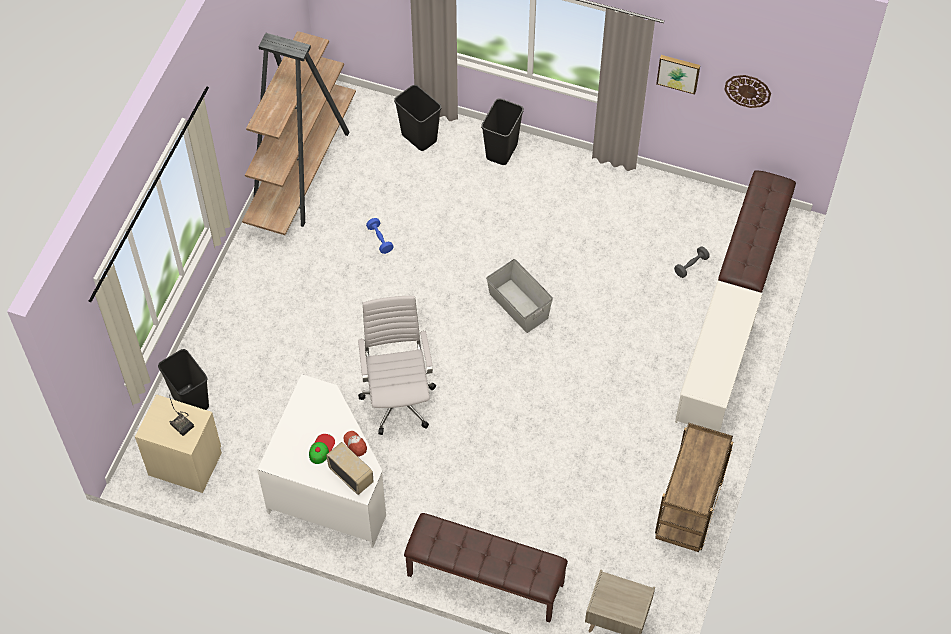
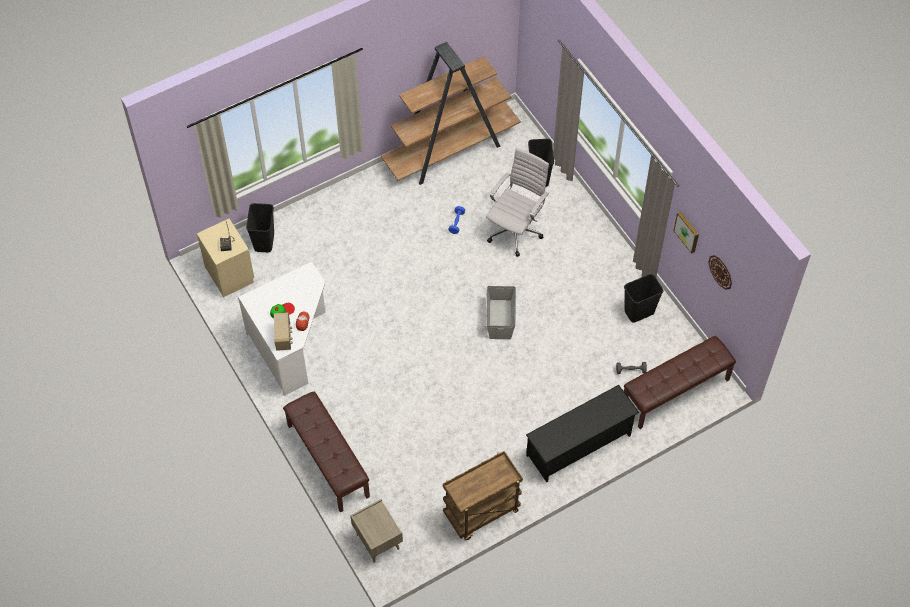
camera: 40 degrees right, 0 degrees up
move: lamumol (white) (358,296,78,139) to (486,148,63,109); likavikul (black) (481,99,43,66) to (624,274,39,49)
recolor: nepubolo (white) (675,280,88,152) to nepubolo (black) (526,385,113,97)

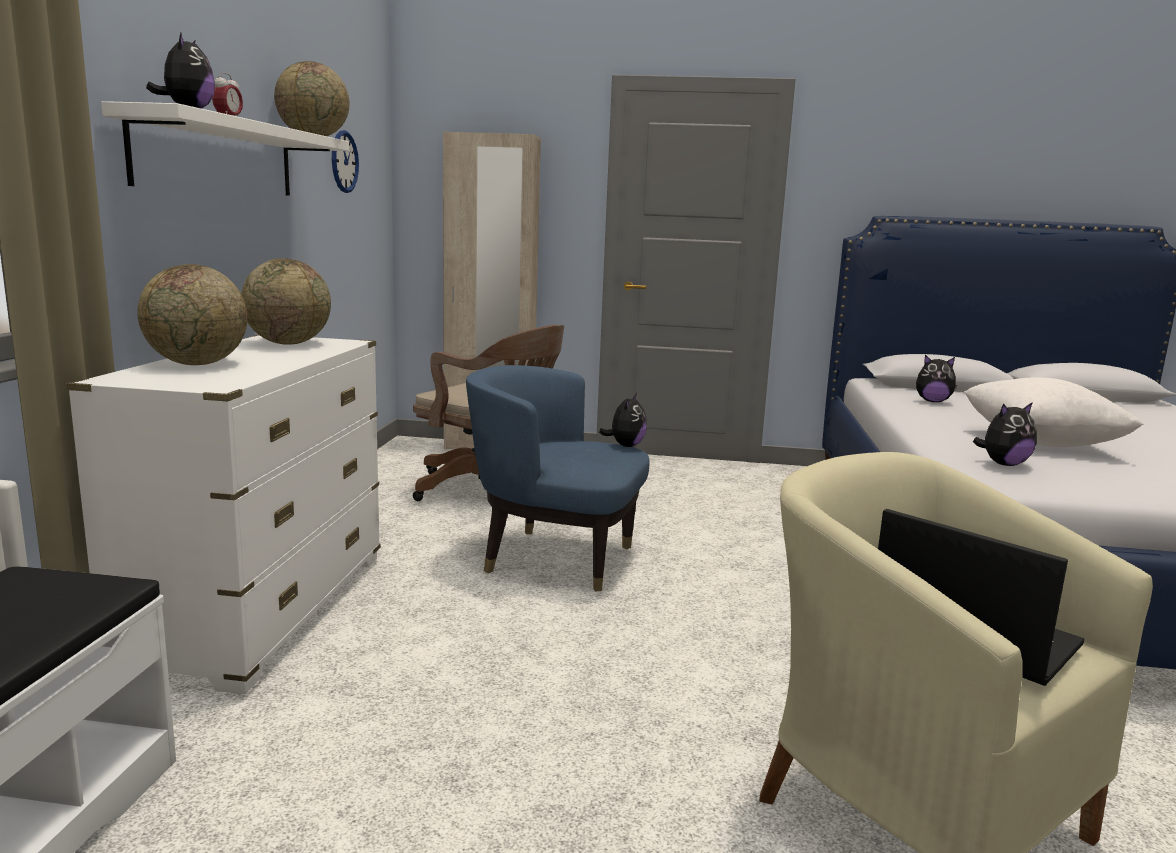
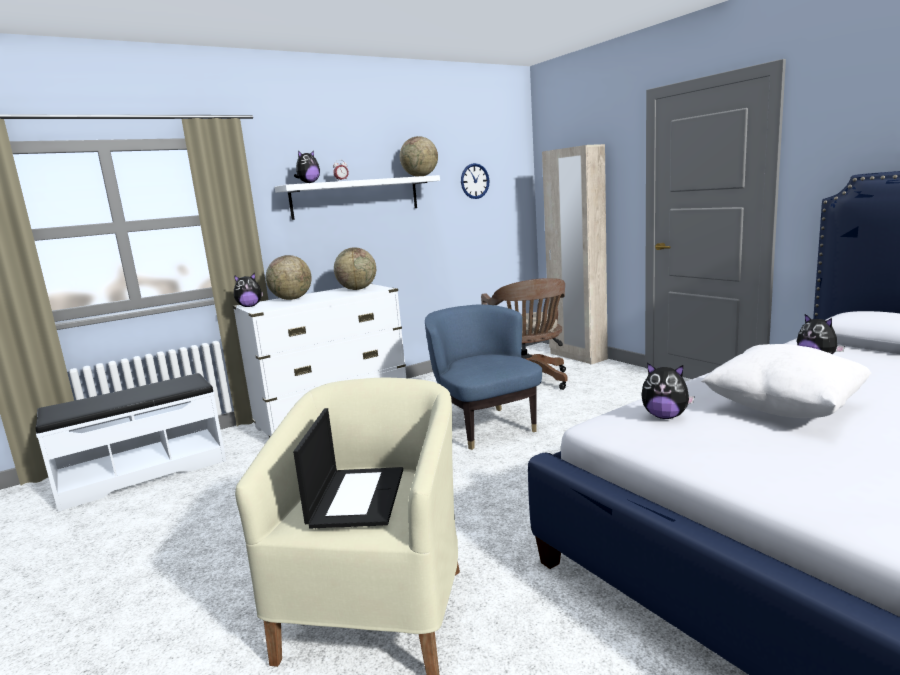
camera: 50 degrees right, 0 degrees up
move: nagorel (599,393,48,54) to (234,273,29,34)

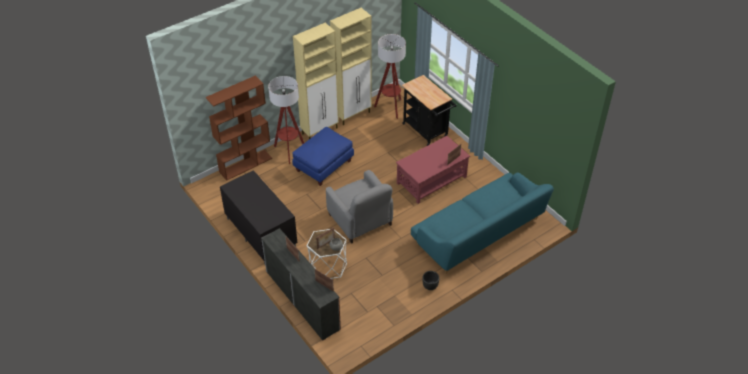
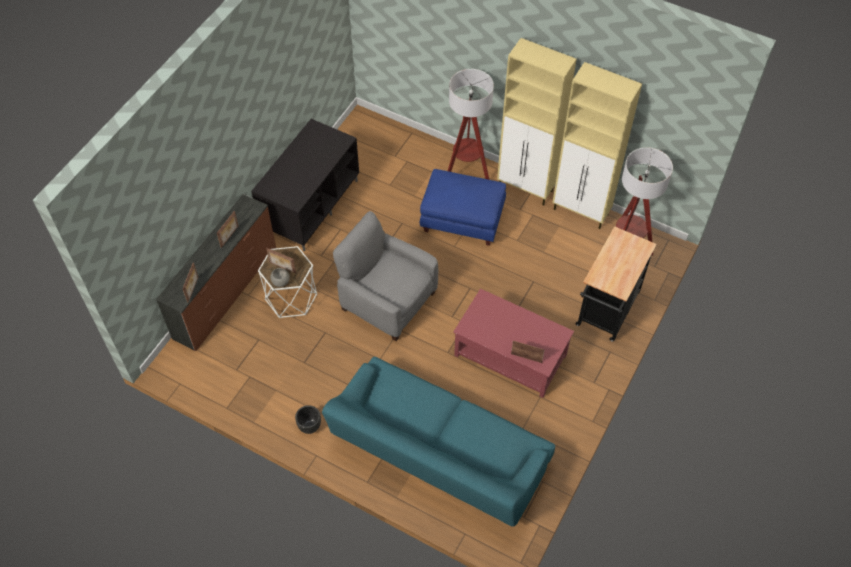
camera: 65 degrees right, 10 degrees up
delete: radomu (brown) (206,76,66,105)
rotate: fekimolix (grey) (326,170,67,74) = (333,211,105,130) 90 degrees clockwise

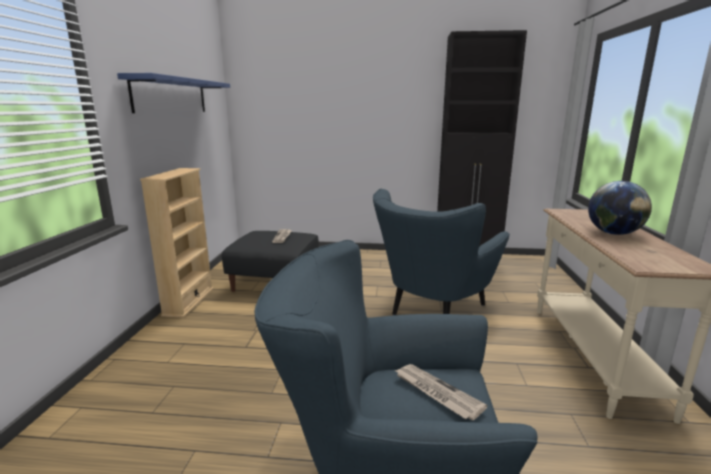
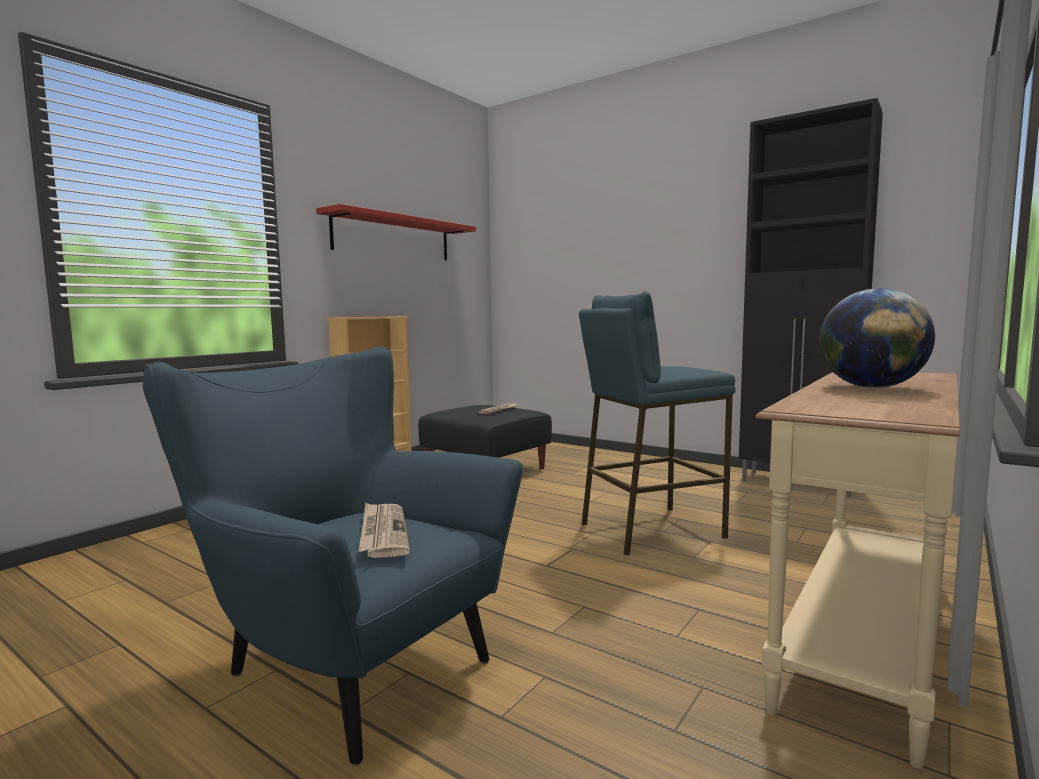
camera: 30 degrees right, 10 degrees down
replace: fekimolix (blue) (373,189,137,126) to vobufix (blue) (579,292,157,263)
recolor: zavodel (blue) (117,73,113,40) to zavodel (red) (316,204,160,56)

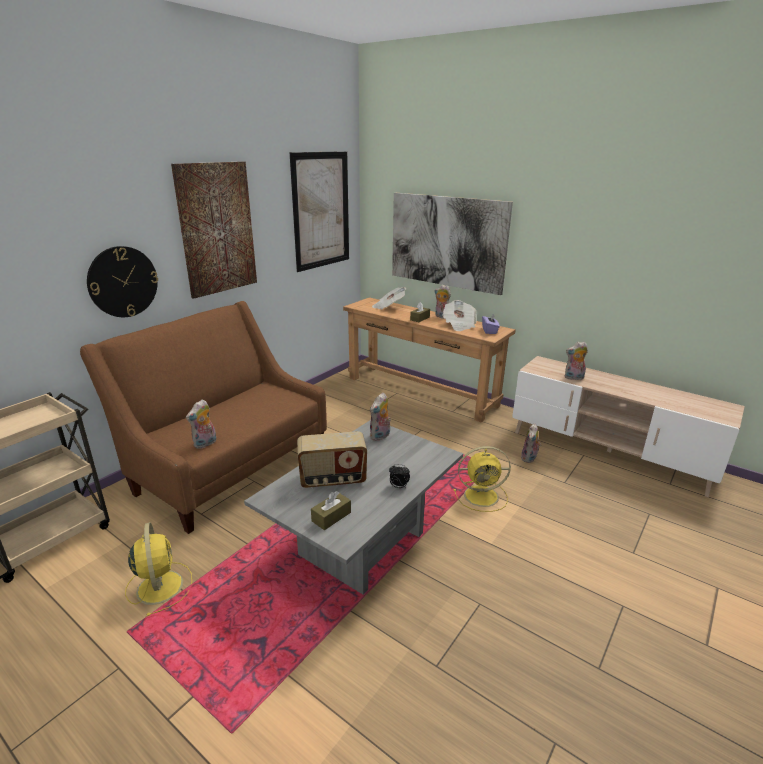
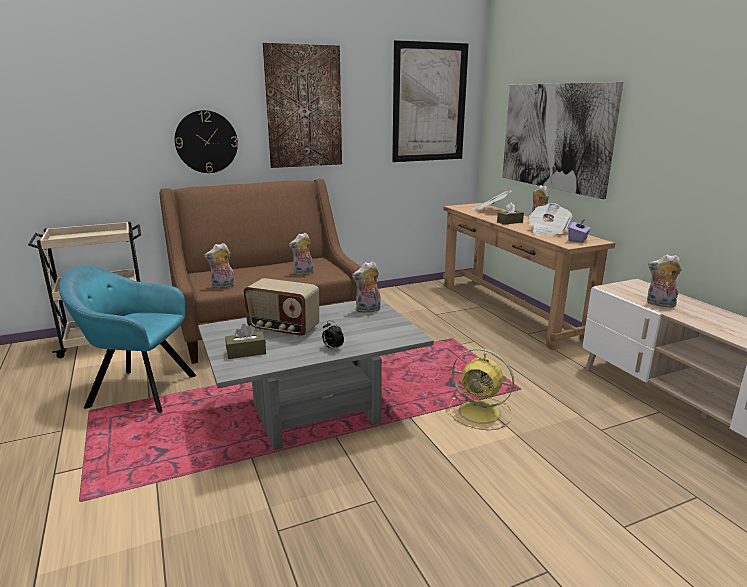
camera: 30 degrees right, 5 degrees down
move: nagorel (521,423,20,40) to (289,233,24,42)
replace: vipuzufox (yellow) (125,522,67,94) to fekimolix (turquoise) (59,266,137,147)

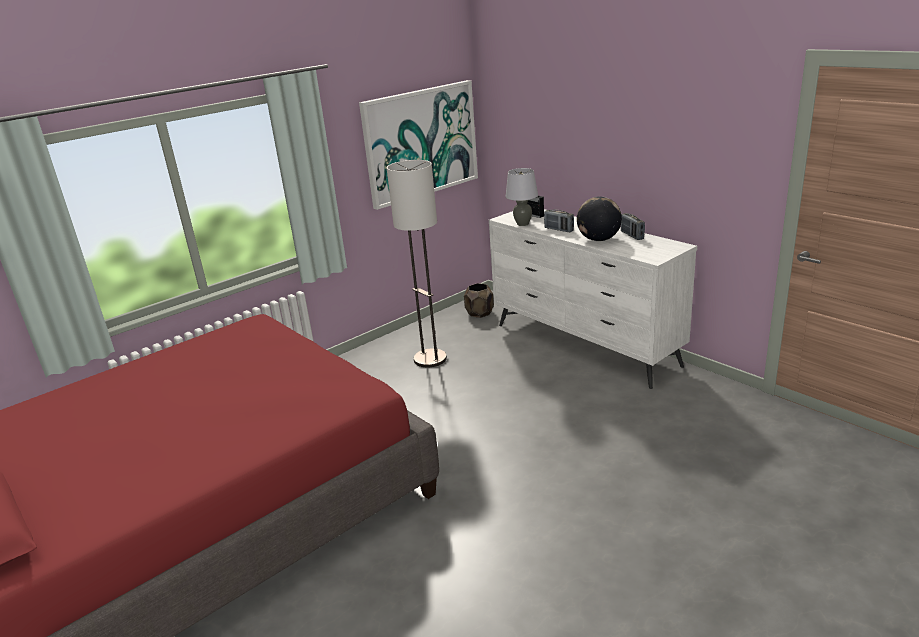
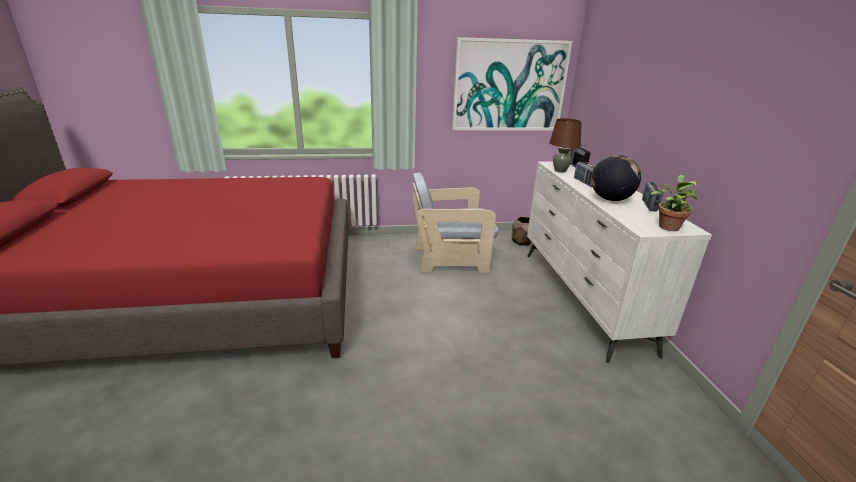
camera: 30 degrees right, 0 degrees up
insert: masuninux (651,175,46,56)
replace: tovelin (387,160,60,207) to fekimolix (beige) (412,172,87,101)
recolor: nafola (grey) (506,168,32,58) to nafola (brown) (549,118,33,55)

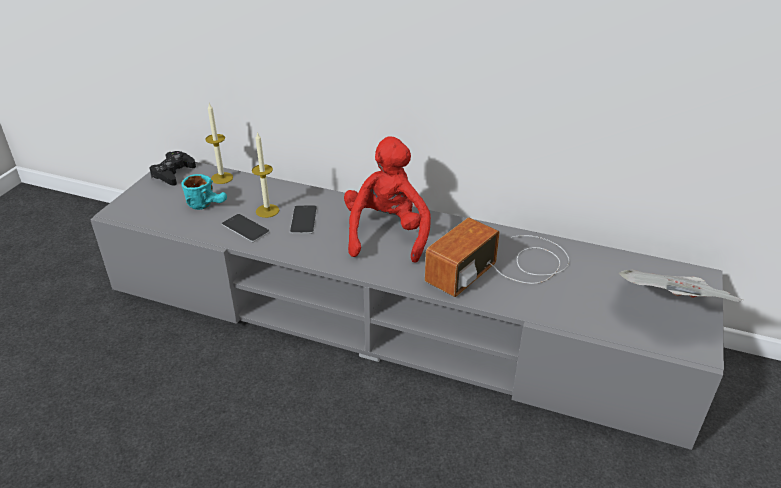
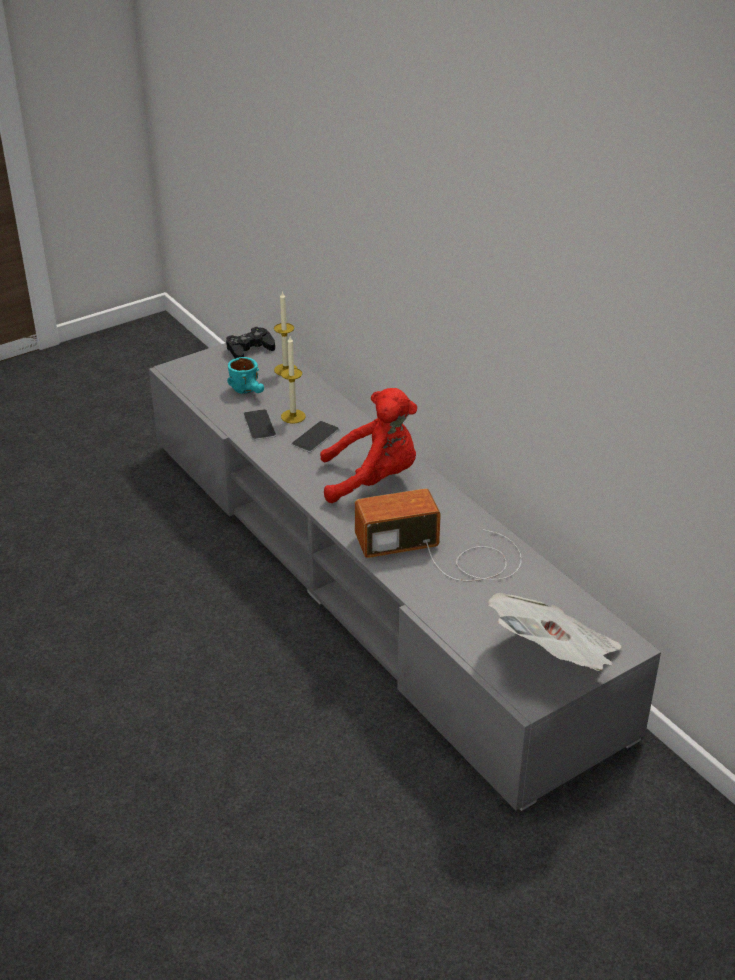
camera: 35 degrees right, 0 degrees up
rotate: nagorel (red) (344,136,87,127) = (320,388,97,115) 45 degrees clockwise

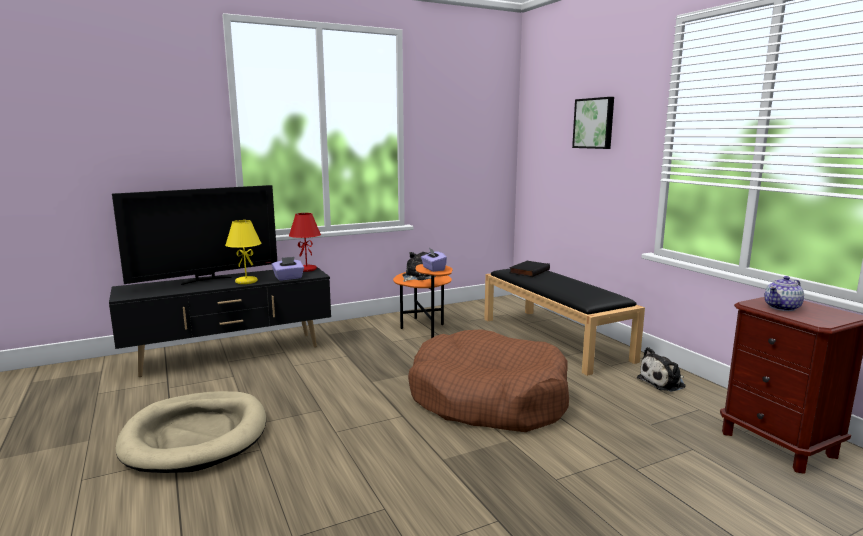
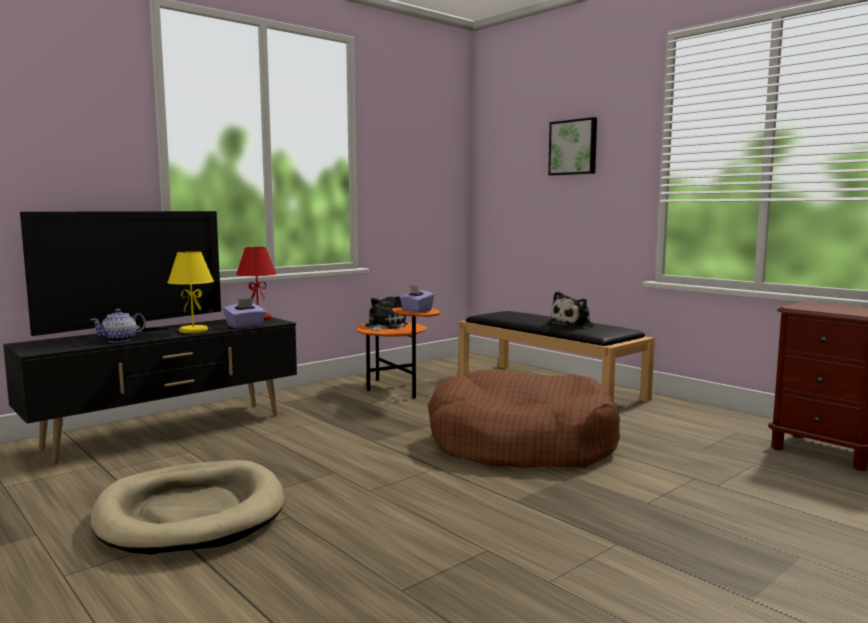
camera: 15 degrees left, 5 degrees down
delete: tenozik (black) (509,261,41,16)
move: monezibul (764,276,40,35) to (90,309,56,33); nagorel (637,347,48,45) to (549,291,45,36)

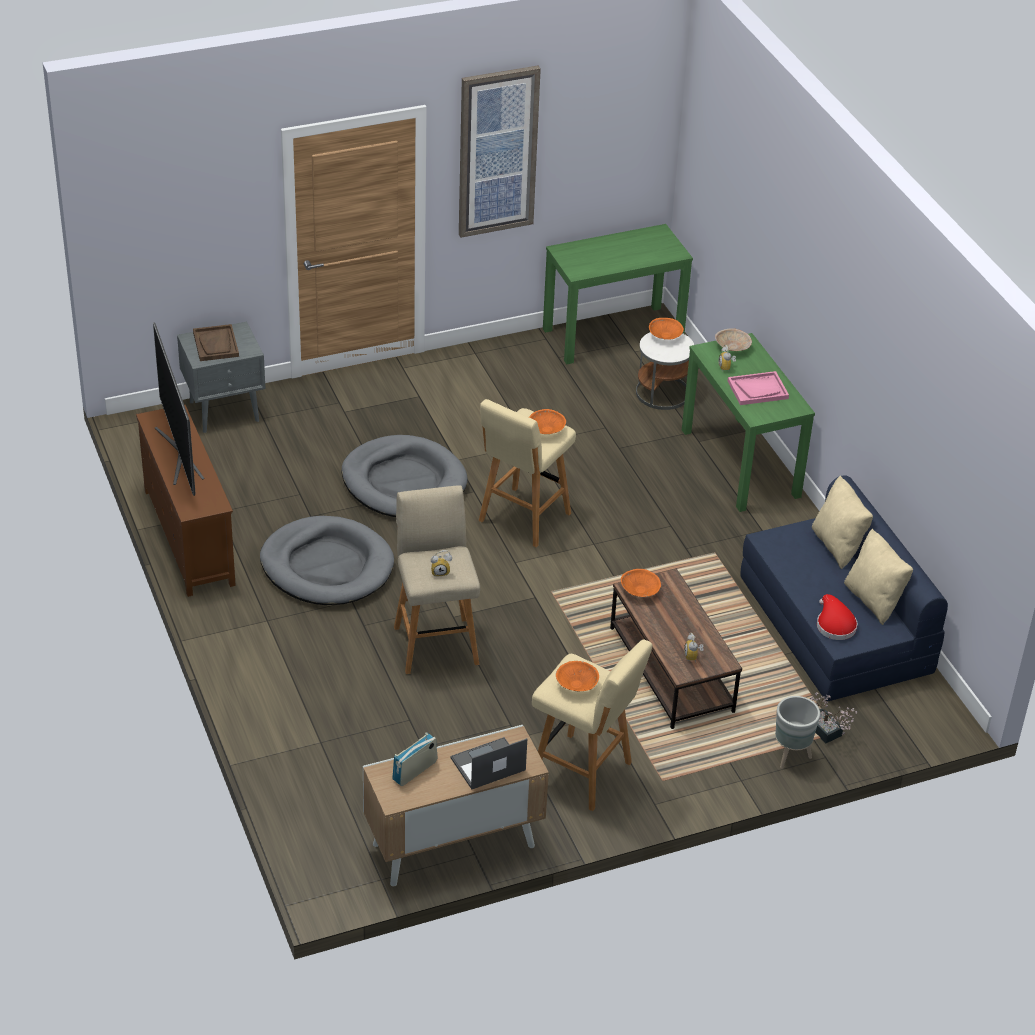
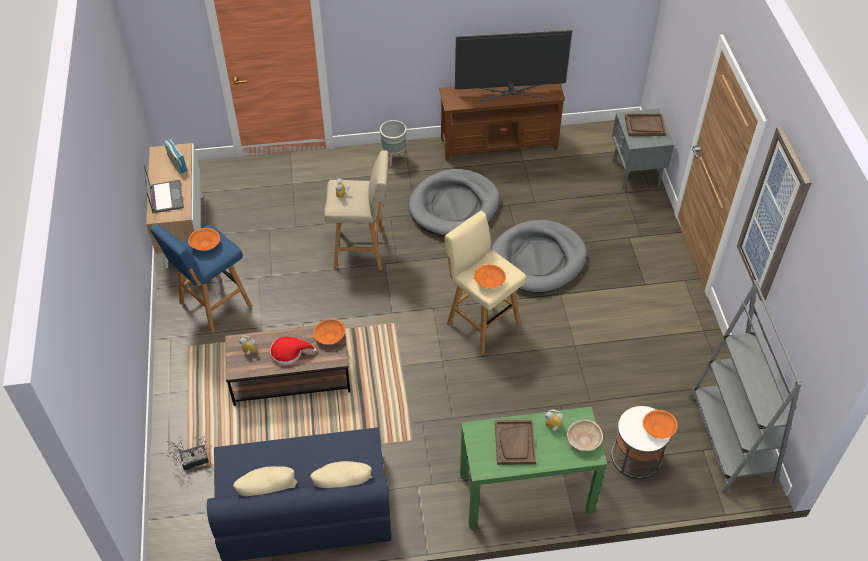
camera: 105 degrees right, 10 degrees up
move: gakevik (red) (817,594,41,46) to (270,337,47,28); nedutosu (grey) (775,696,45,73) to (380,120,27,47)
replace: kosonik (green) (543,224,150,141) to radomu (grey) (688,280,114,213)
recolor: vobufix (beige) (532,640,120,171) to vobufix (blue) (150,224,102,109); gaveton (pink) (728,371,61,34) to gaveton (brown) (495,420,41,45)

